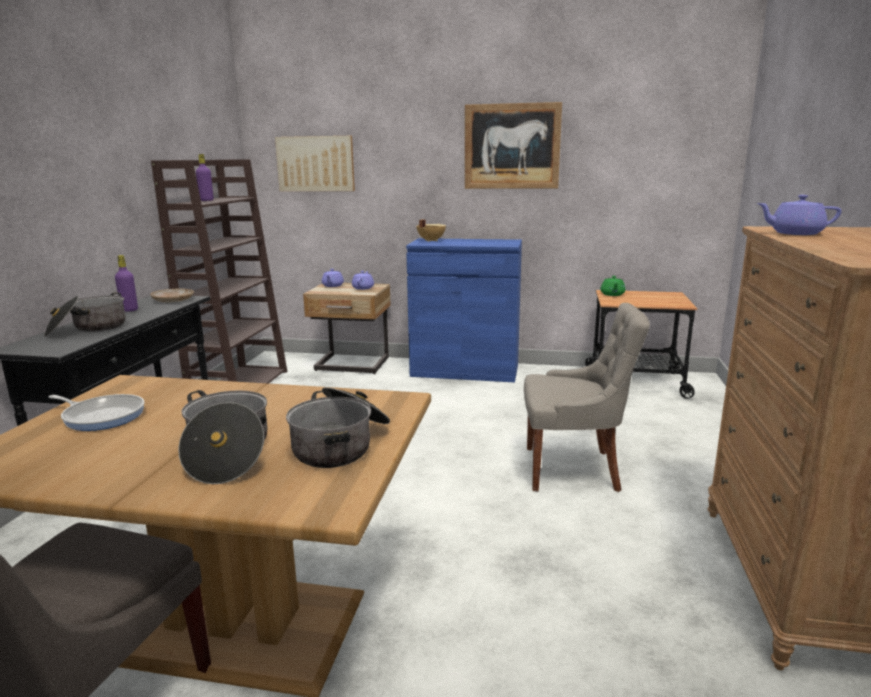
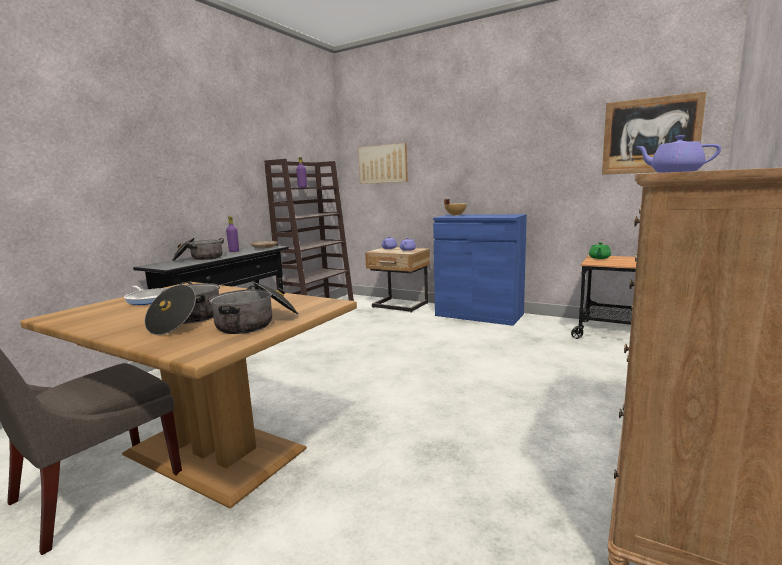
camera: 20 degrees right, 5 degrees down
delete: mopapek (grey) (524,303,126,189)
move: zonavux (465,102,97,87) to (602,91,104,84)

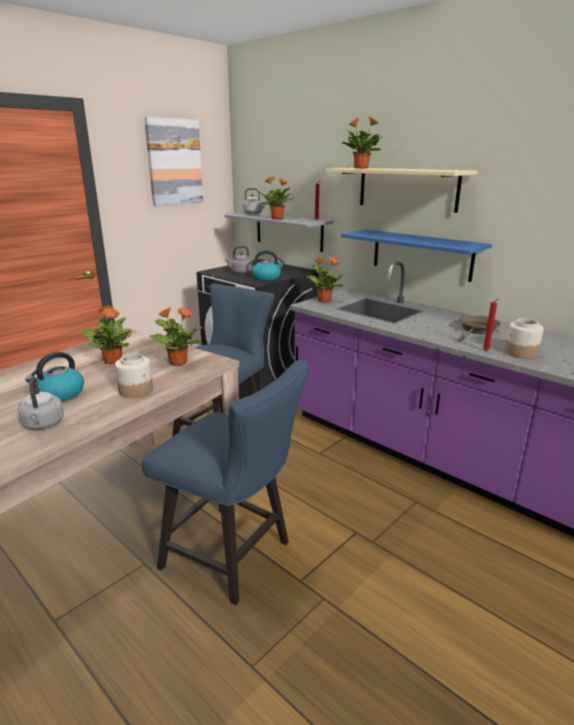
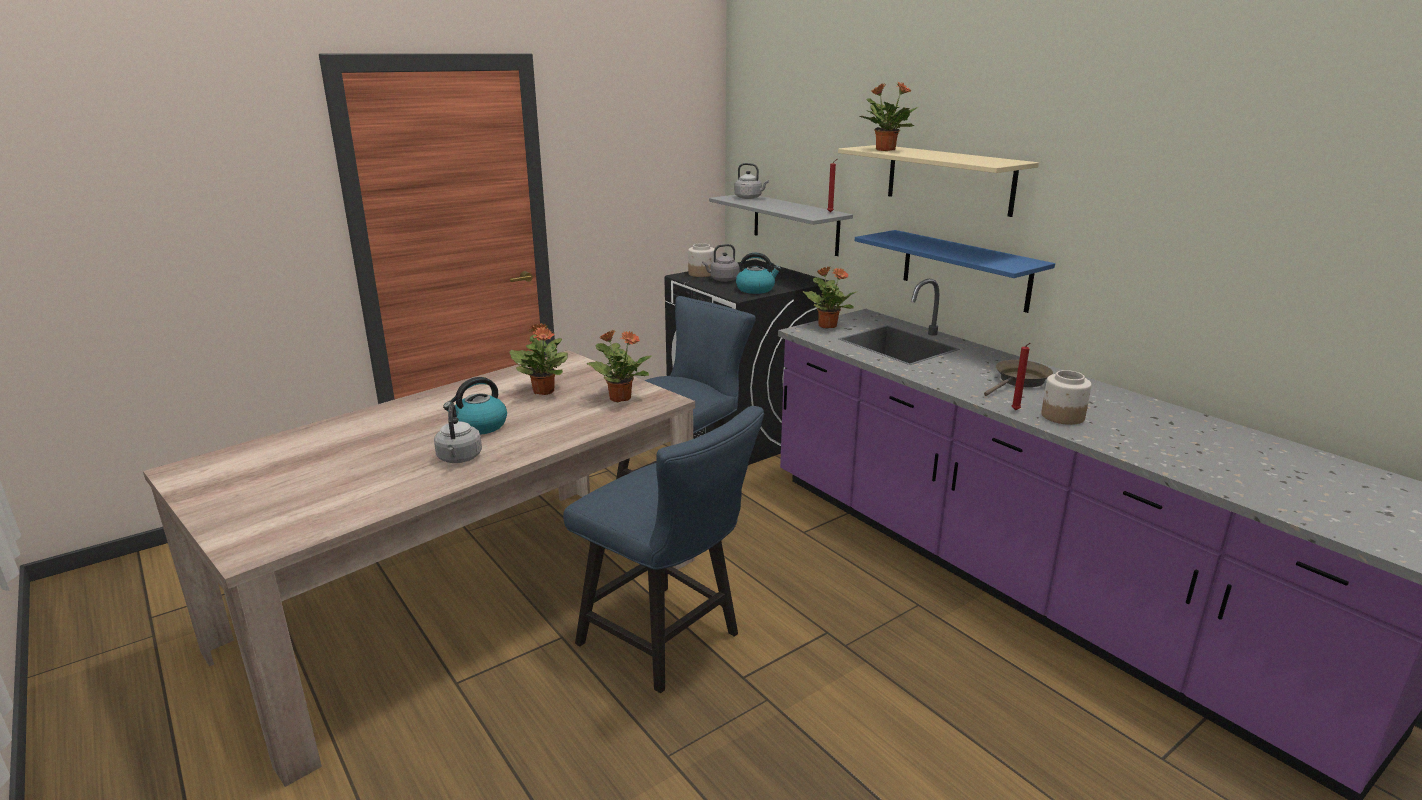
camera: 10 degrees right, 0 degrees up
delete: zonavux (144,117,60,89); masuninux (259,176,35,43)
move: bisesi (115,353,38,45) to (688,243,26,34)

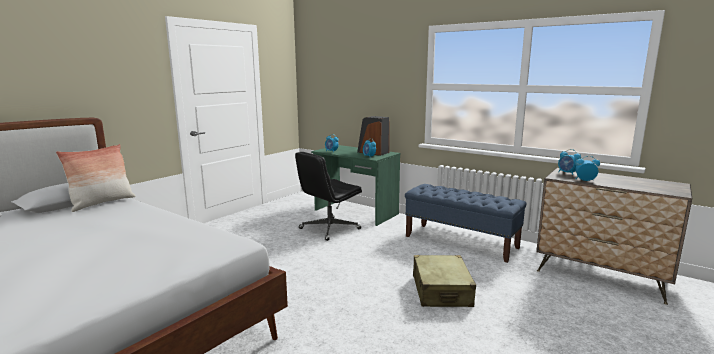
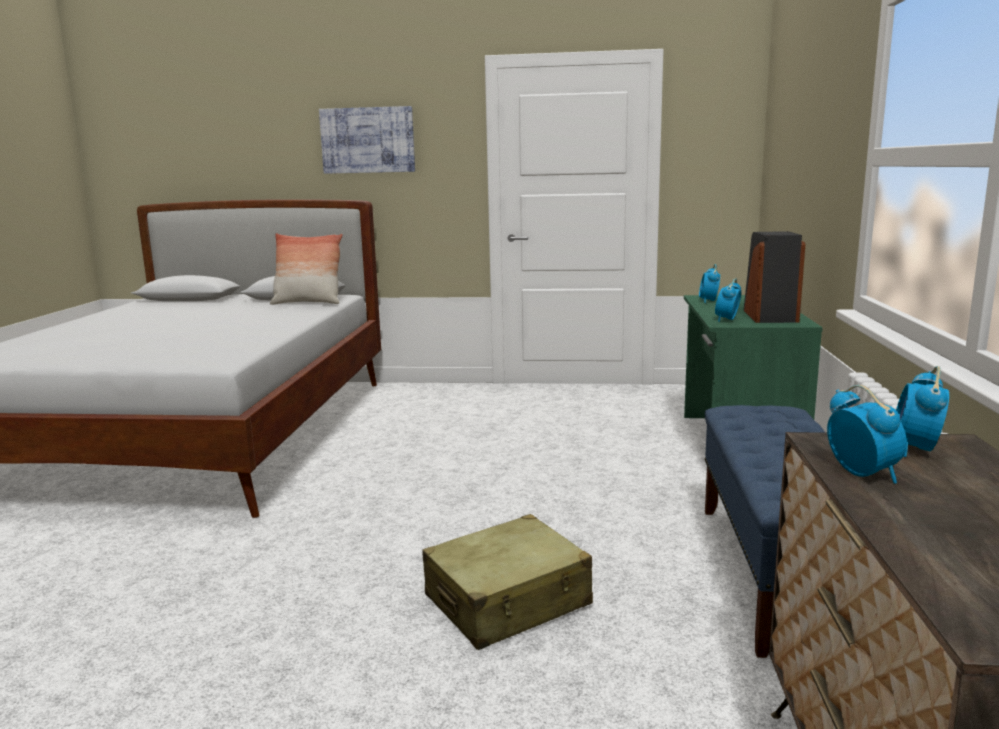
camera: 60 degrees right, 0 degrees up
delete: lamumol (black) (295,152,67,89)
insert: zonavux (319,106,96,68)

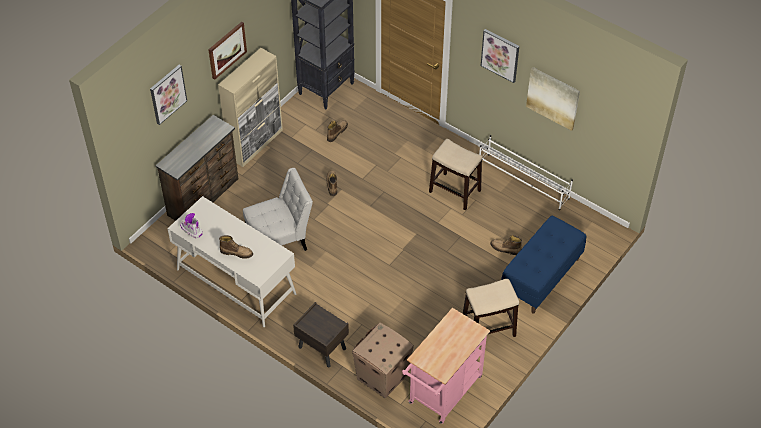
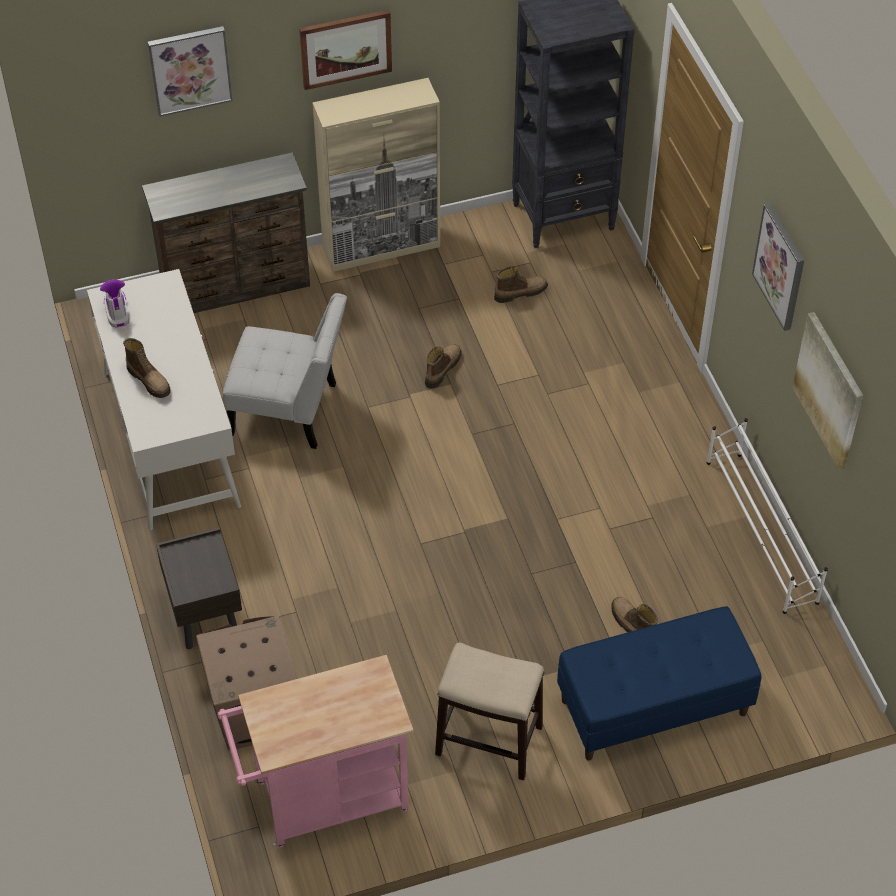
camera: 35 degrees right, 0 degrees up
delete: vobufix (429,139,54,71)

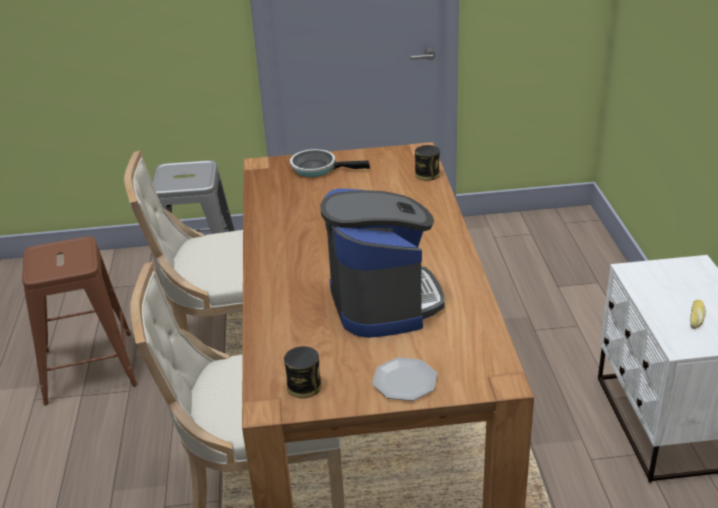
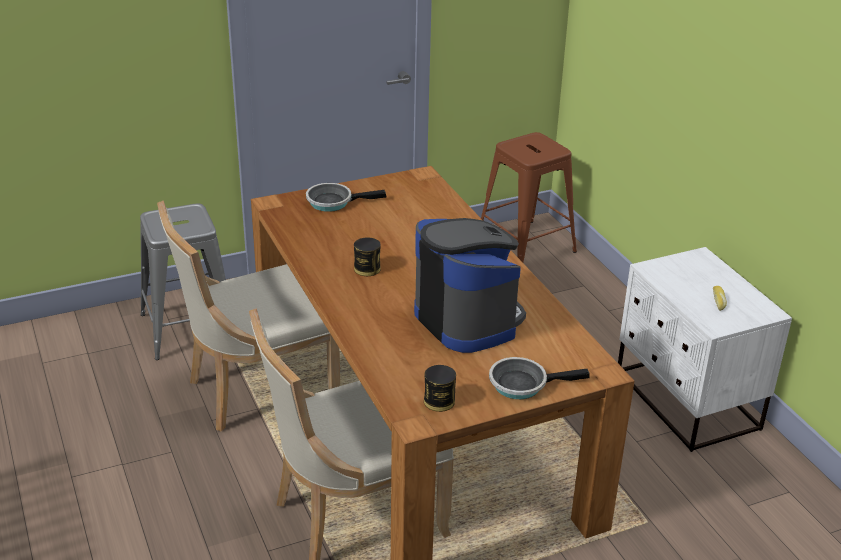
camera: 20 degrees left, 0 degrees up
move: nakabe (415,145,25,36) to (354,237,27,39); vobufix (brown) (22,236,115,169) to (481,132,96,130)
replace: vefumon (372,357,65,44) to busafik (489,357,101,42)

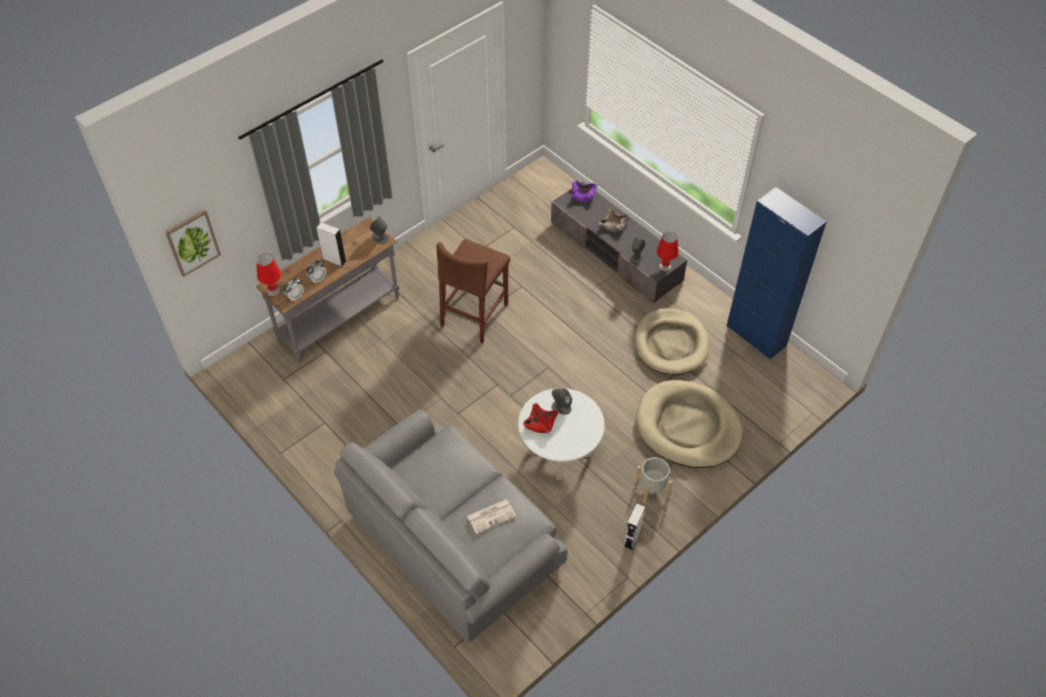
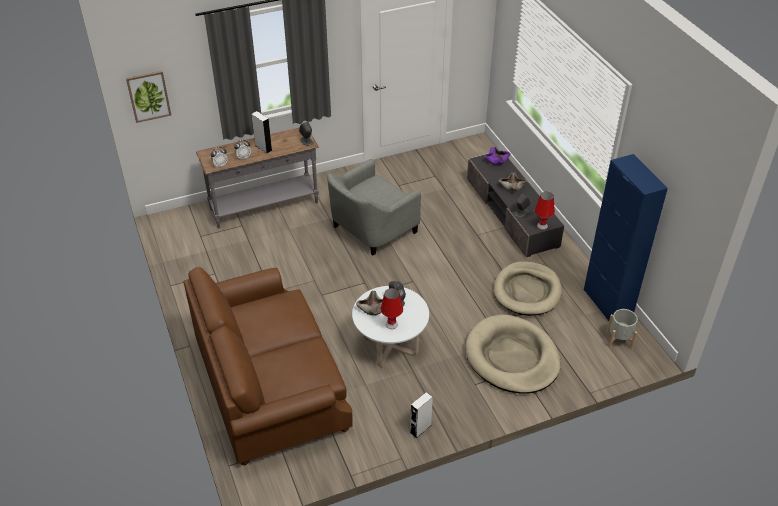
camera: 20 degrees right, 10 degrees down
delete: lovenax (467,499,49,35)
move: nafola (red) (256,253,25,43) to (381,288,22,41); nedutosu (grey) (635,457,37,46) to (607,309,31,41)
replace: vobufix (brown) (437,239,73,105) to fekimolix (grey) (327,159,94,97)
recolor: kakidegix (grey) (334,409,234,234) to kakidegix (brown) (184,267,169,198); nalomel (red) (523,403,35,30) to nalomel (beige) (356,291,27,25)

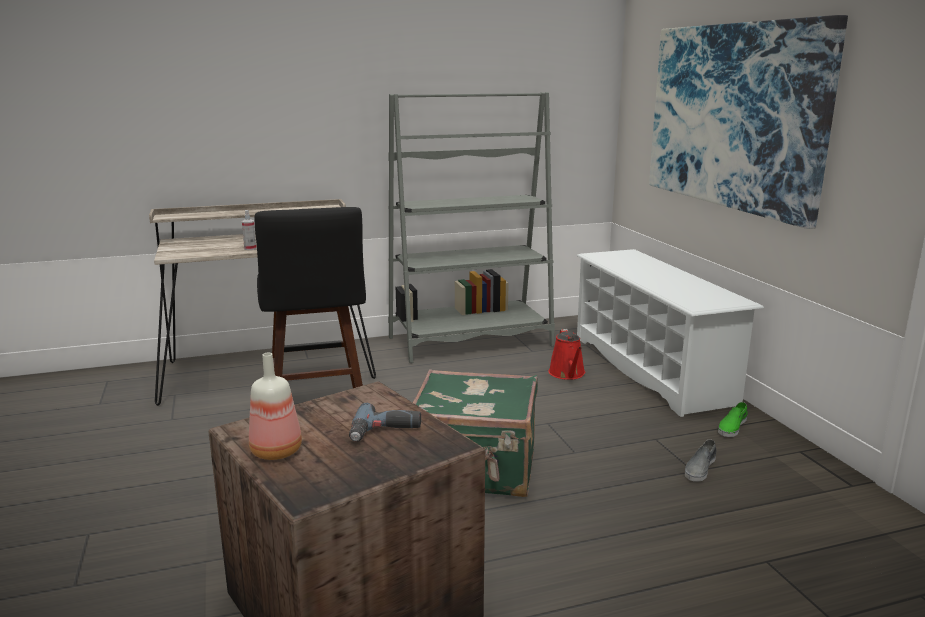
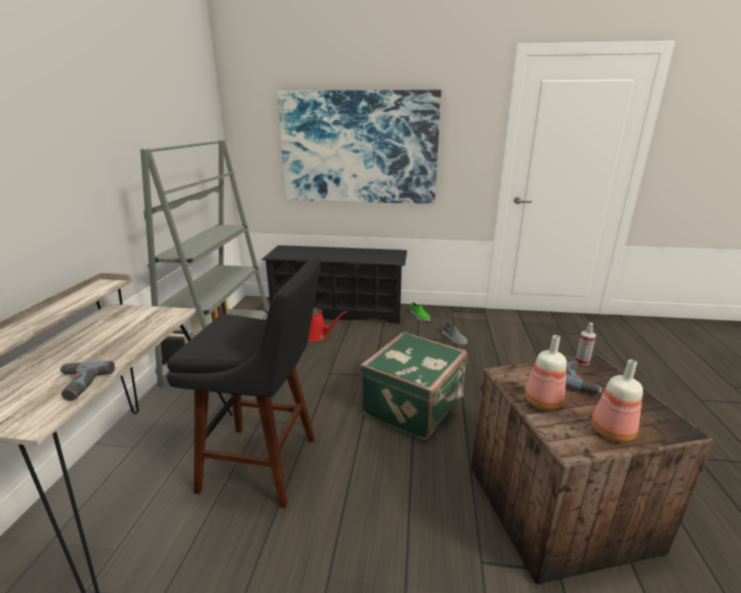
camera: 65 degrees left, 5 degrees up
insert: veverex (60,361,55,40); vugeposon (525,335,42,75)
move: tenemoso (242,210,14,40) to (575,322,21,44)
recolor: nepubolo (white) (577,249,187,168) to nepubolo (black) (262,245,145,79)

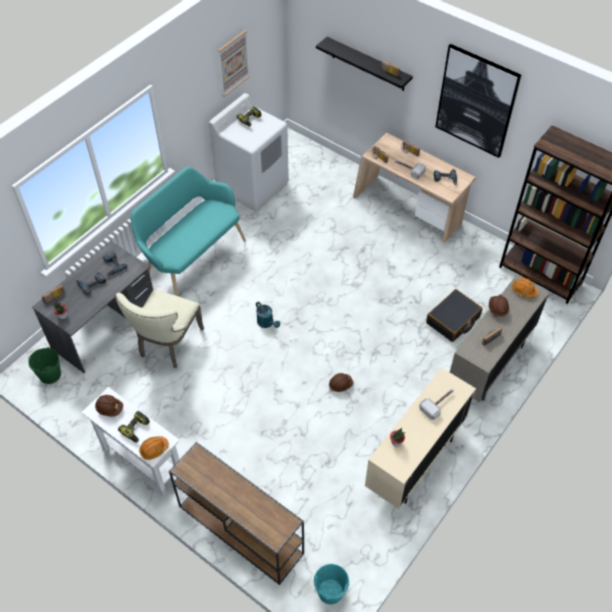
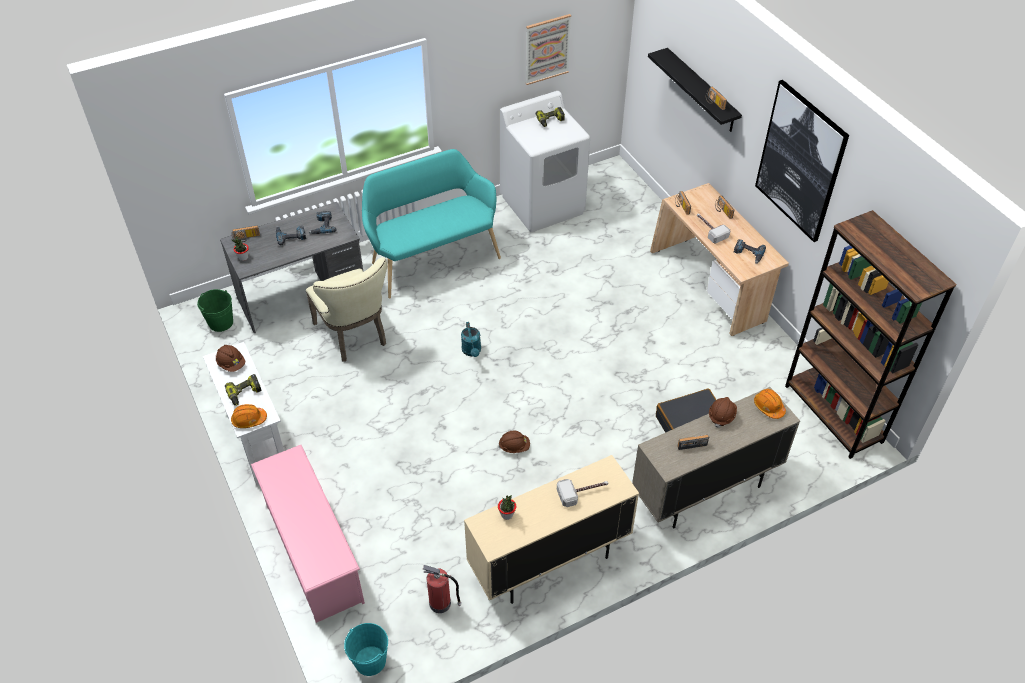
camera: 25 degrees right, 5 degrees down
insert: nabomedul (423,565,39,48)
replace: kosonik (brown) (169,442,135,143) to nepubolo (pink) (251,445,114,178)
rotate: mopapek (beige) (116,290,88,78) = (306,257,81,105) 75 degrees counterclockwise

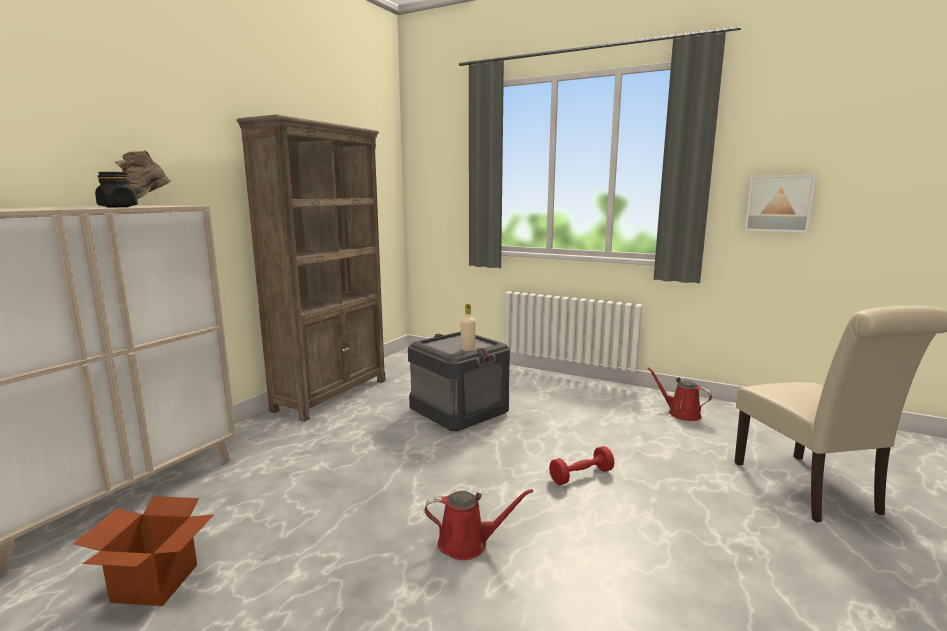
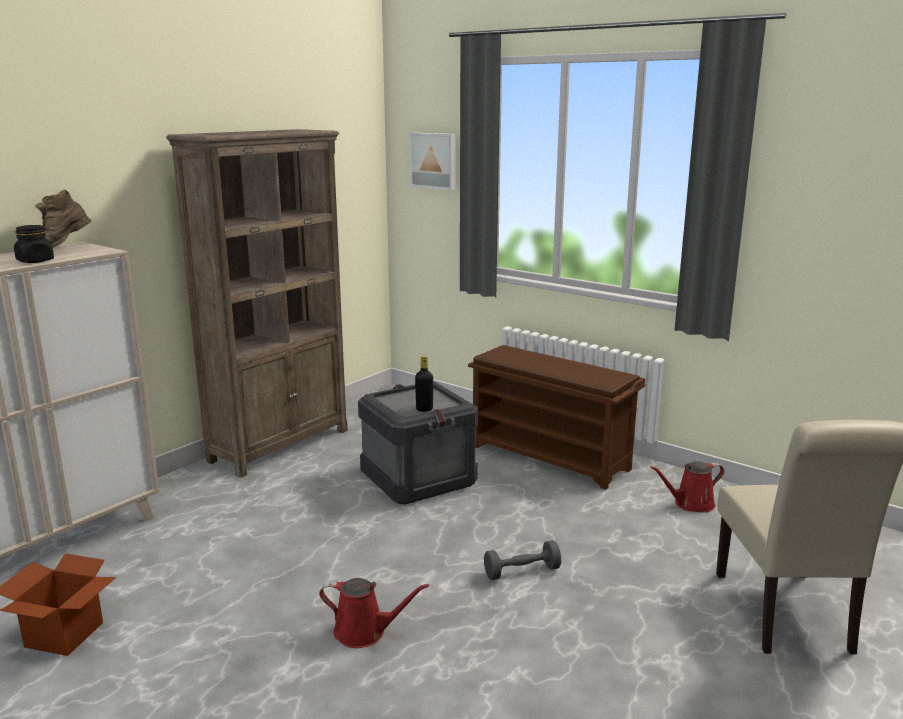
camera: 10 degrees right, 5 degrees up
insert: nepubolo (brown) (468,345,177,145)
move: zonavux (745,175,71,58) to (410,133,46,57)
recolor: vugeposon (beige) (461,303,15,48) to vugeposon (black) (415,356,18,56); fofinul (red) (549,446,65,39) to fofinul (grey) (484,540,77,40)
rotate: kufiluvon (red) (647,367,65,54) = (650,461,74,51) 75 degrees counterclockwise

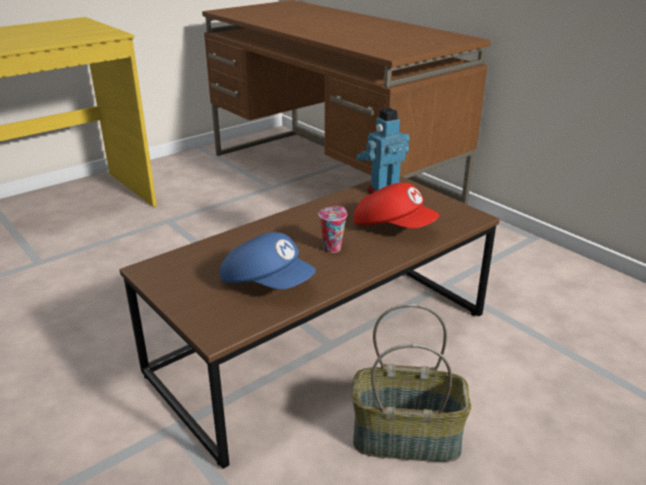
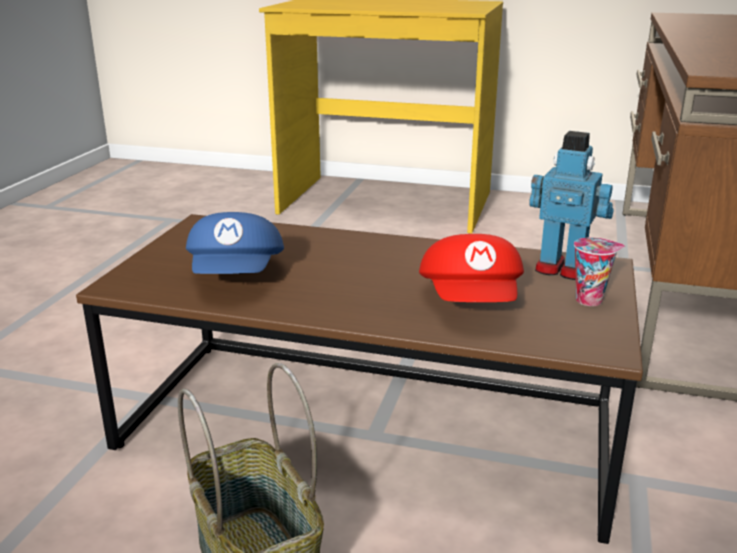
camera: 55 degrees right, 5 degrees down
move: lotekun (318,206,29,47) to (574,237,51,69)

